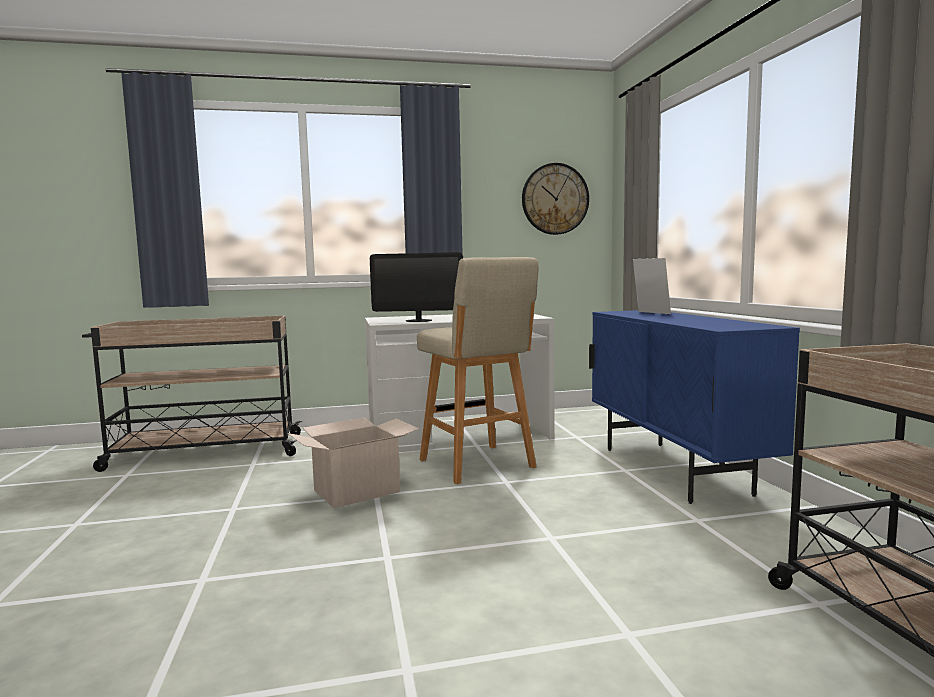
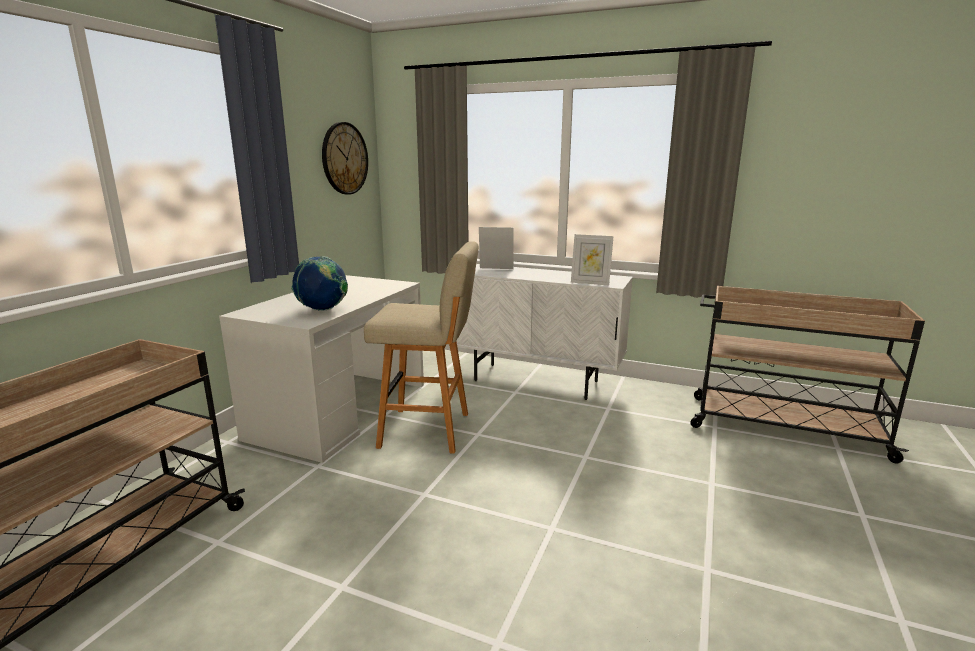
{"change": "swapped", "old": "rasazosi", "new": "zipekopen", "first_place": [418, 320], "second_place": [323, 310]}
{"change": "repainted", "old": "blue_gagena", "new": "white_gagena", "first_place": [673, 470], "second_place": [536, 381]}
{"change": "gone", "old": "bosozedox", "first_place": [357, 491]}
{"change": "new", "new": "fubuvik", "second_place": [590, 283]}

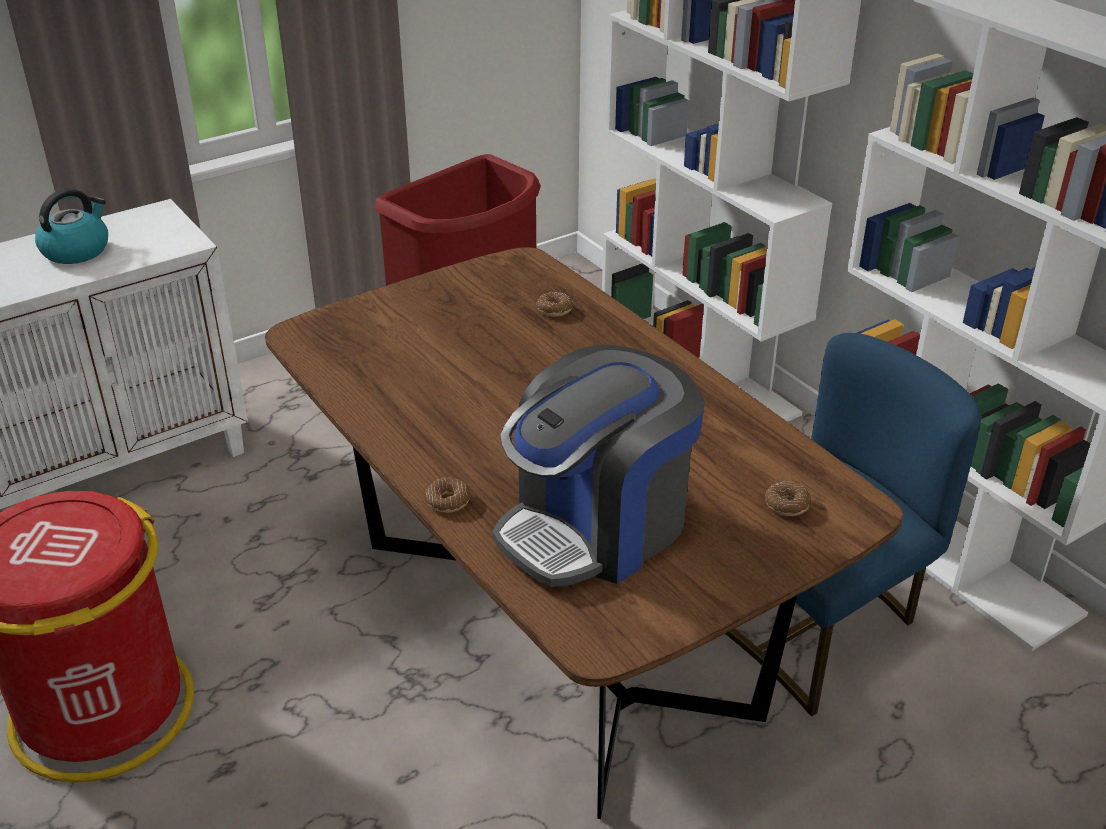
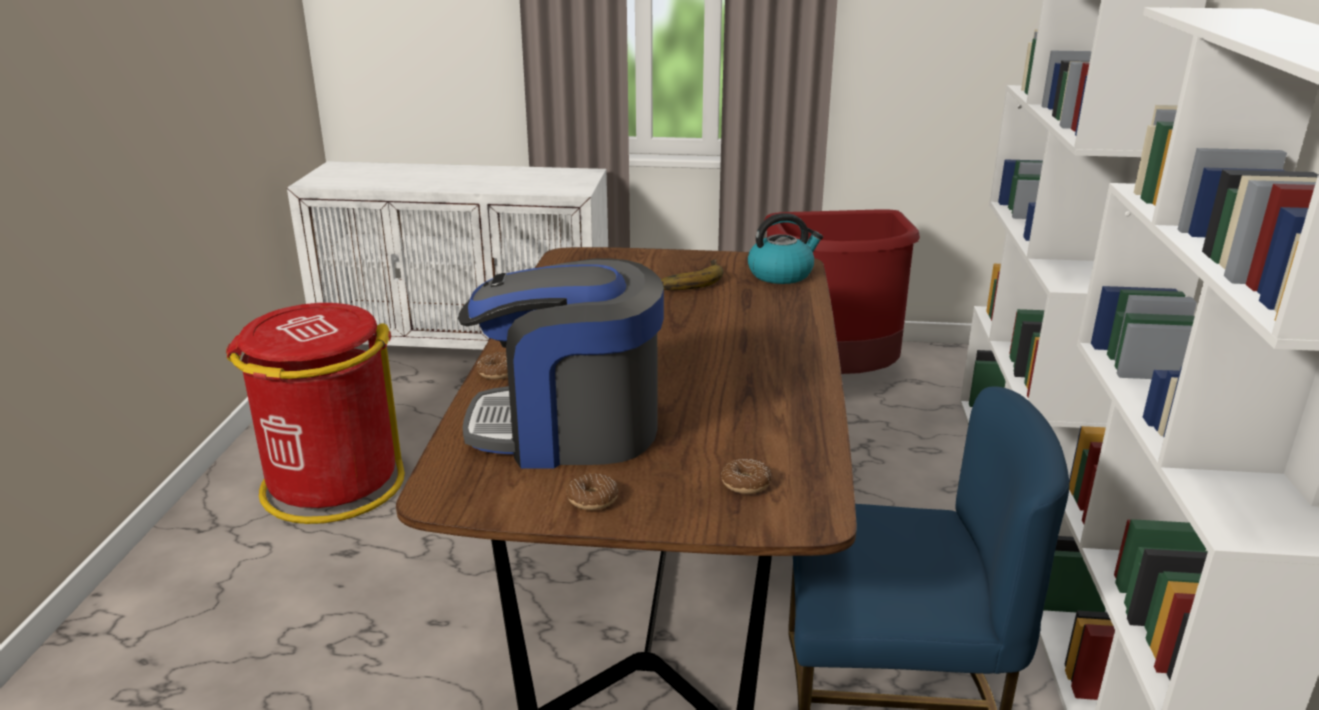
{"change": "shifted", "old": "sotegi", "first_place": [76, 250], "second_place": [781, 274]}
{"change": "shifted", "old": "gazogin", "first_place": [554, 310], "second_place": [592, 499]}
{"change": "new", "new": "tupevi", "second_place": [688, 280]}

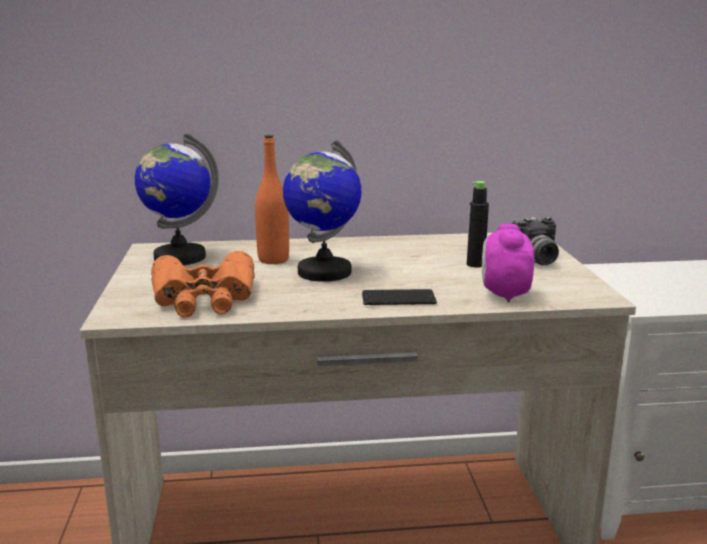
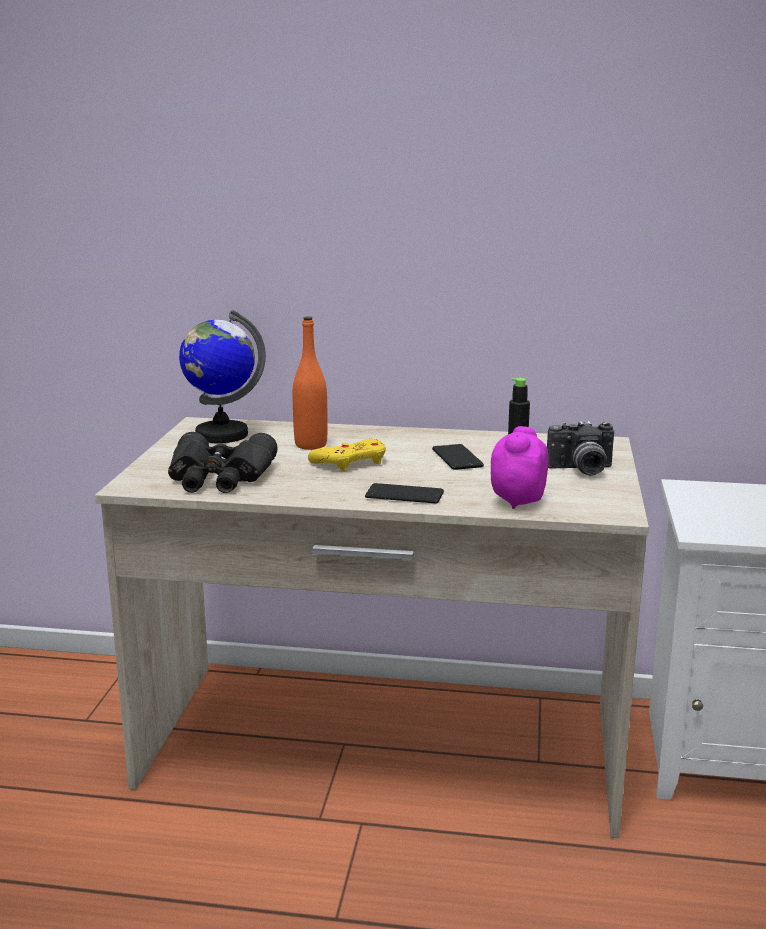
{"change": "swapped", "old": "zipekopen", "new": "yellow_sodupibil", "first_place": [323, 272], "second_place": [351, 462]}
{"change": "repainted", "old": "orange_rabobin", "new": "black_rabobin", "first_place": [204, 298], "second_place": [219, 477]}
{"change": "new", "new": "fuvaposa", "second_place": [457, 458]}

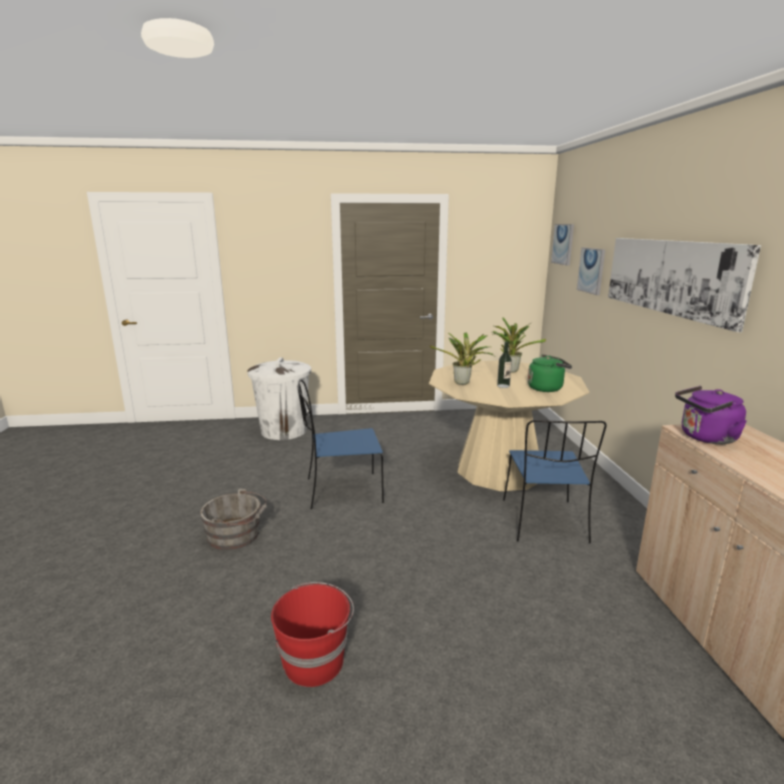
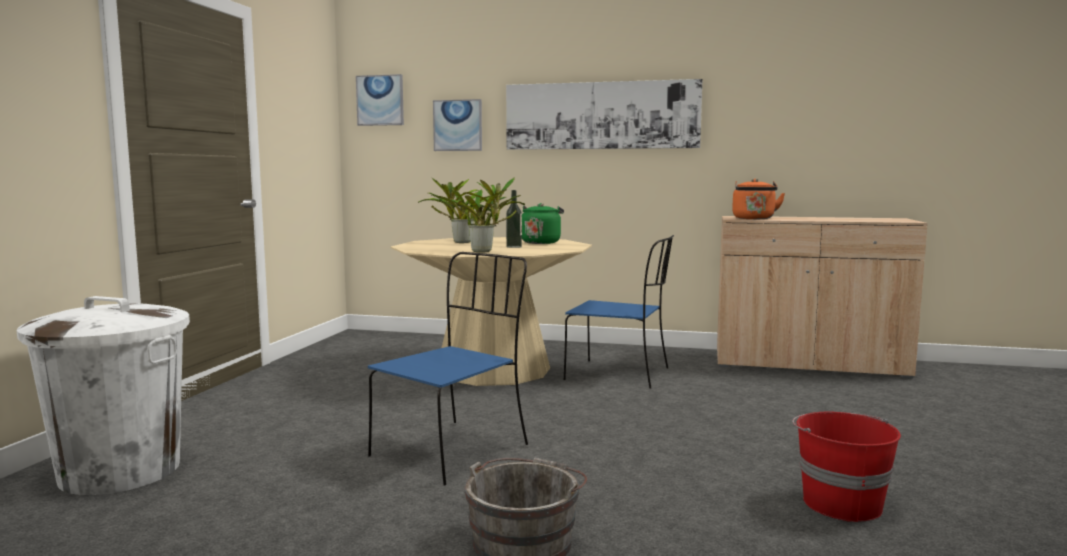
{"change": "rotated", "old": "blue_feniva", "first_place": [341, 491], "second_place": [452, 450], "degrees": -150}
{"change": "repainted", "old": "purple_sotegi", "new": "orange_sotegi", "first_place": [705, 438], "second_place": [754, 219]}

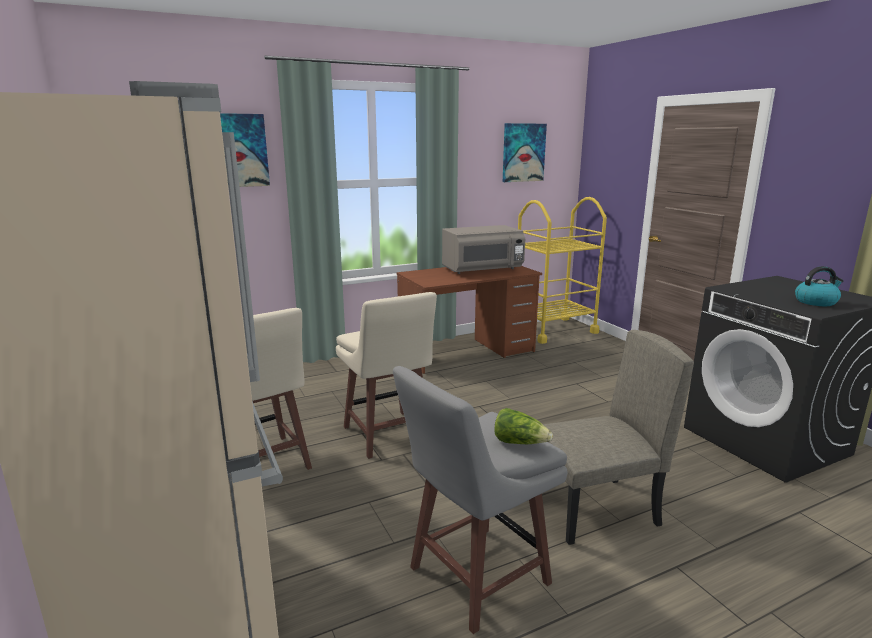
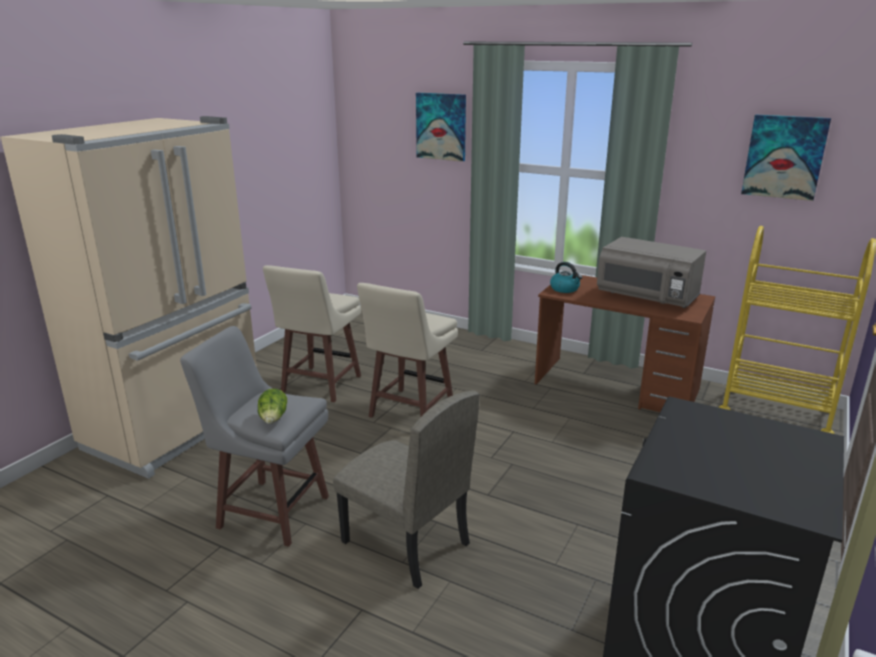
{"change": "shifted", "old": "sotegi", "first_place": [816, 302], "second_place": [565, 289]}

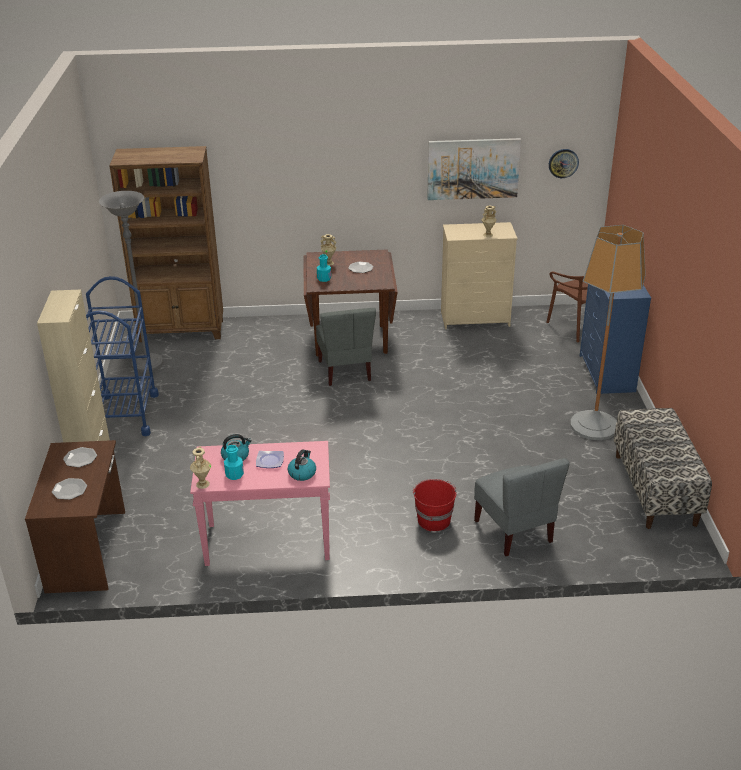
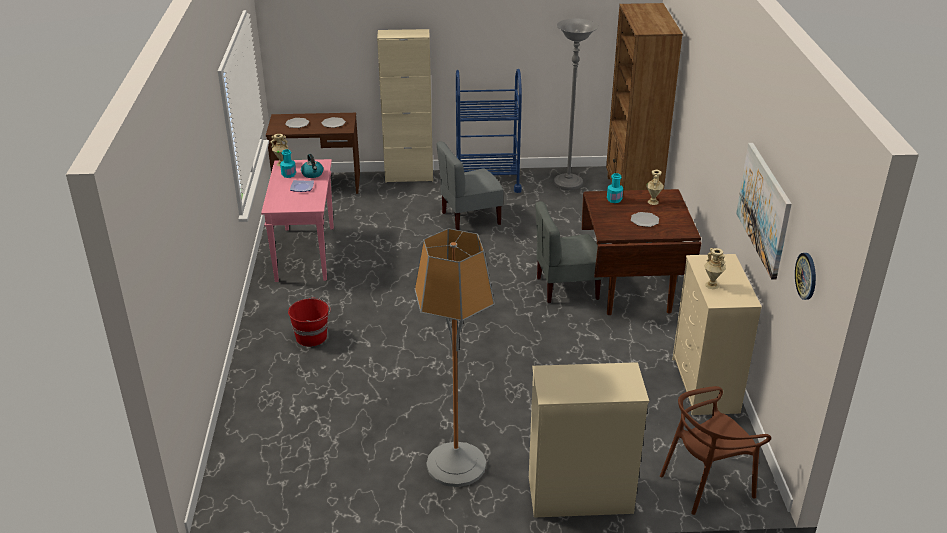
{"change": "repainted", "old": "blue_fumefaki", "new": "beige_fumefaki", "first_place": [607, 373], "second_place": [579, 495]}
{"change": "gone", "old": "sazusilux", "first_place": [655, 489]}
{"change": "gone", "old": "sotegi", "first_place": [302, 473]}
{"change": "shifted", "old": "grey_feniva", "first_place": [514, 531], "second_place": [470, 218]}

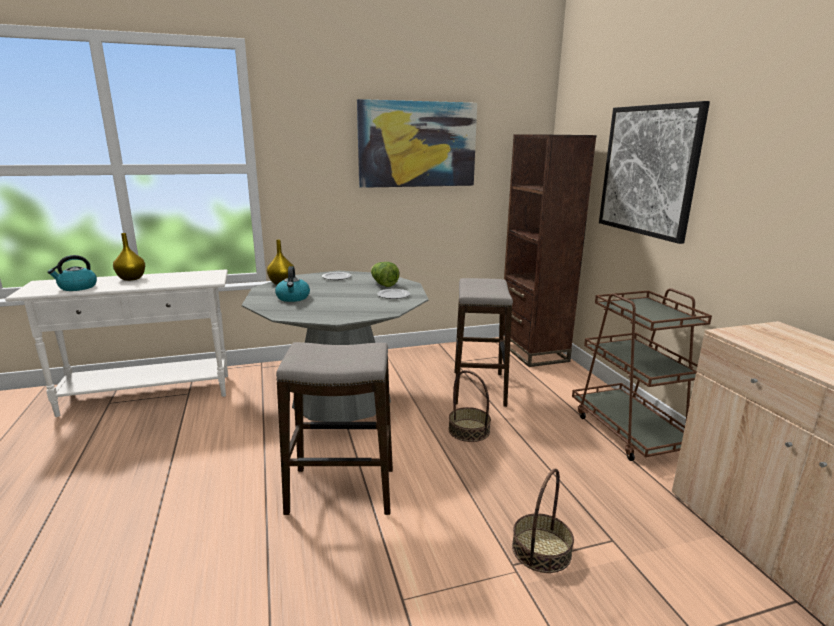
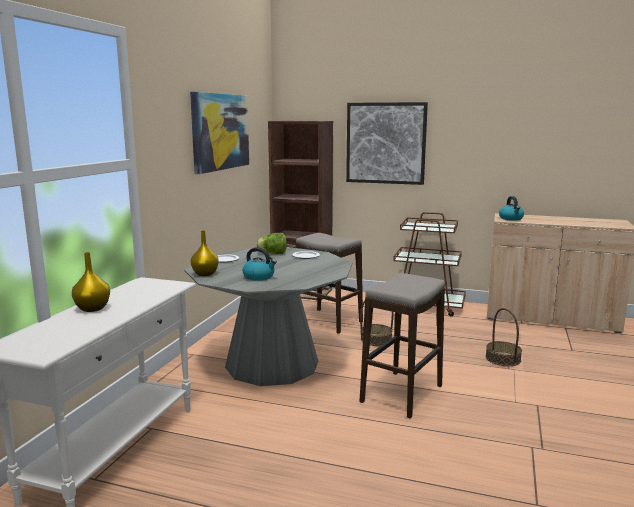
{"change": "shifted", "old": "sotegi", "first_place": [77, 287], "second_place": [511, 219]}

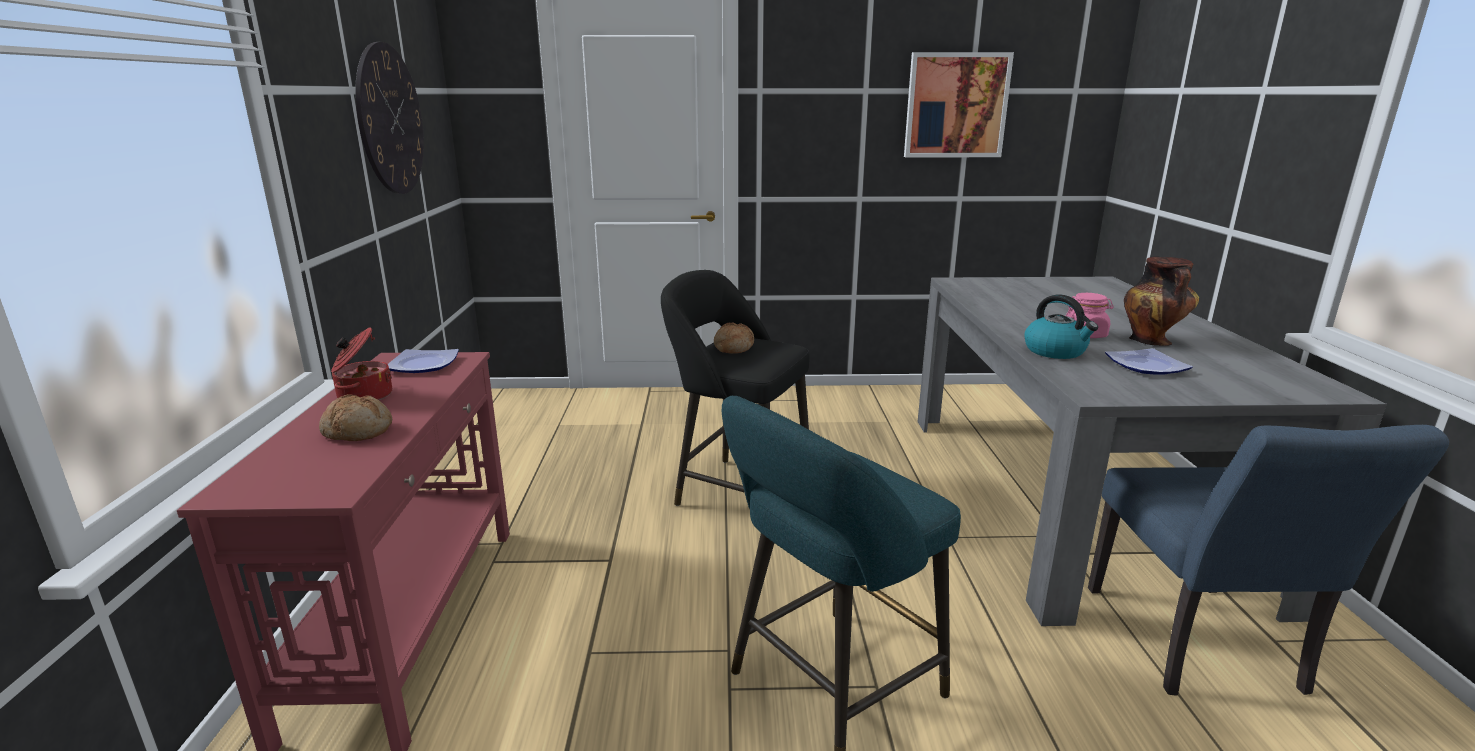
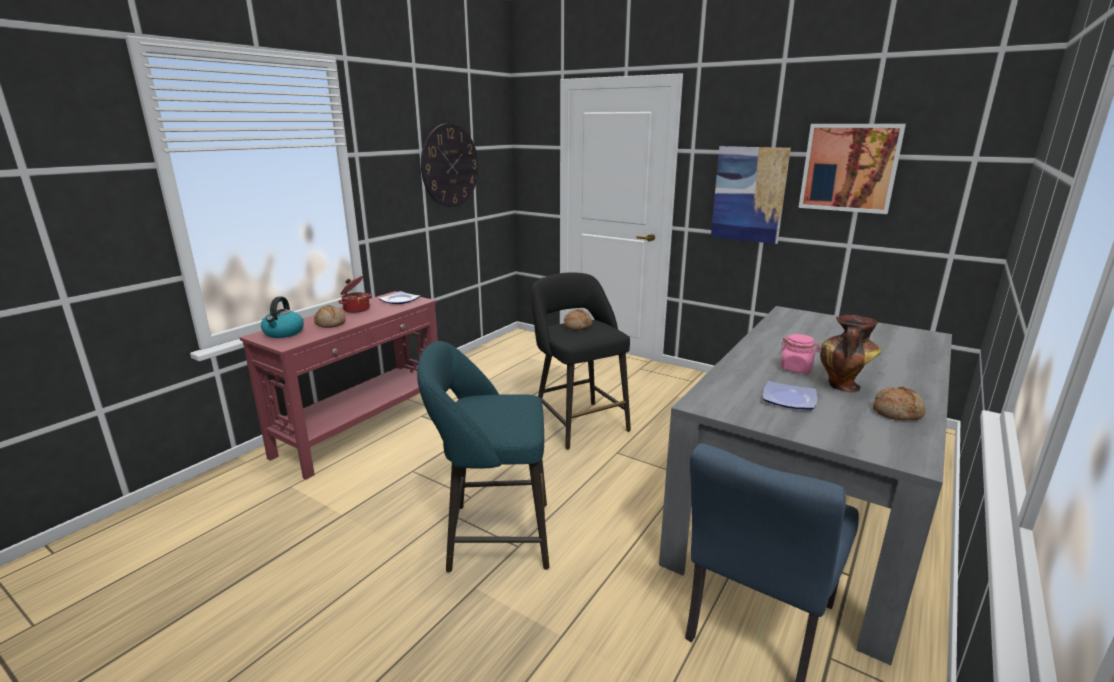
{"change": "shifted", "old": "sotegi", "first_place": [1056, 351], "second_place": [283, 333]}
{"change": "new", "new": "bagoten", "second_place": [749, 194]}
{"change": "new", "new": "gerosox", "second_place": [896, 412]}

